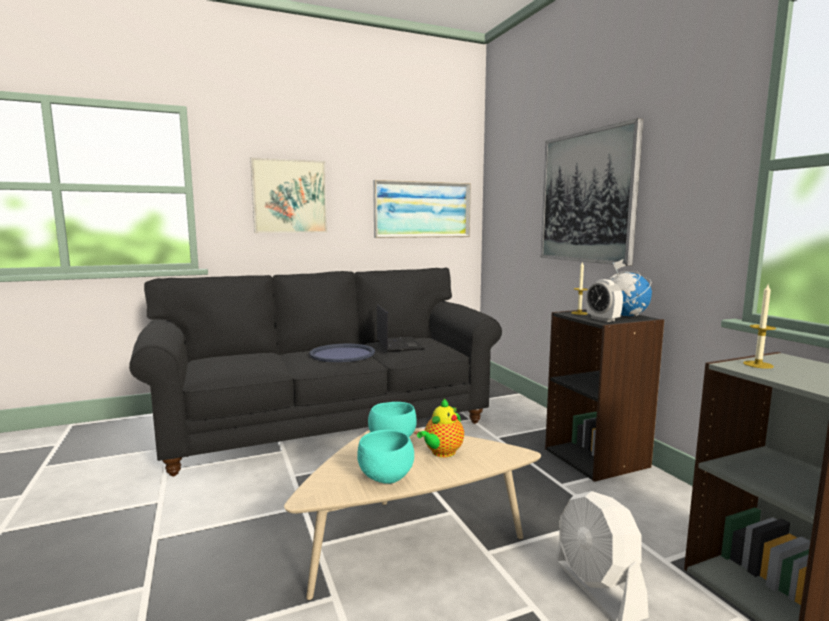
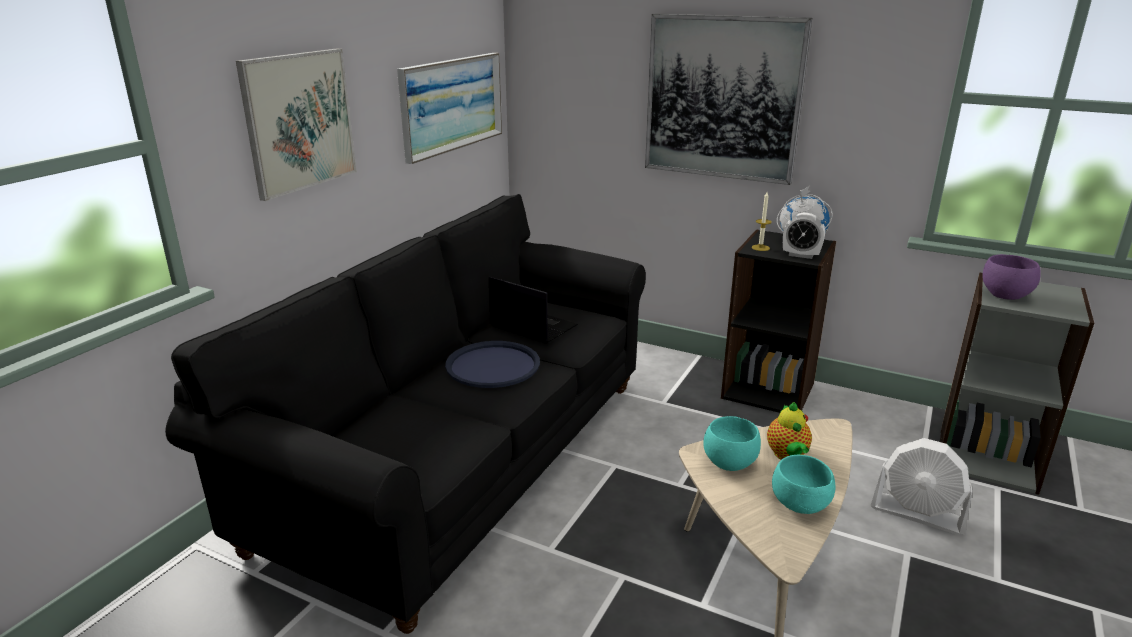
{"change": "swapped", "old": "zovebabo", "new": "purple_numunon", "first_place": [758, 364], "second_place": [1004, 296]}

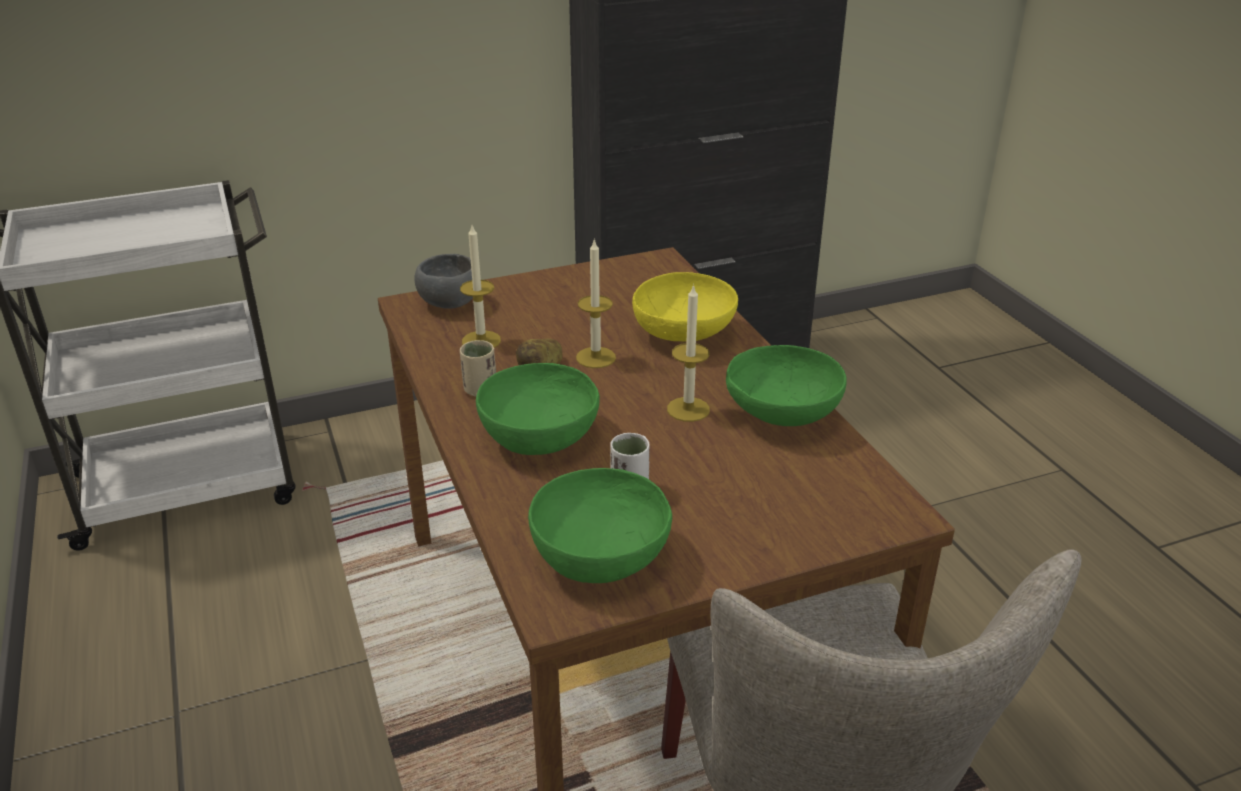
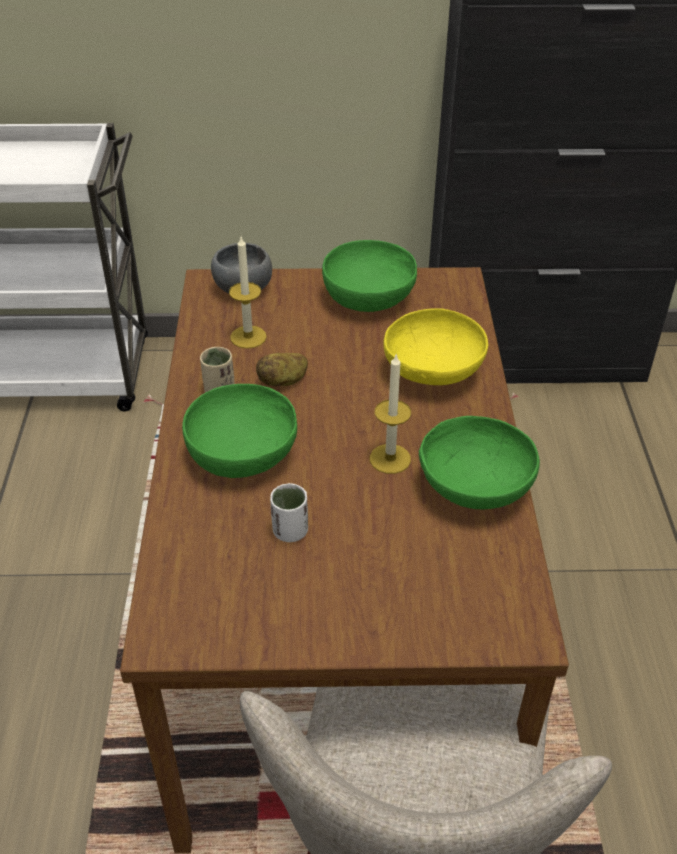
{"change": "gone", "old": "zovebabo", "first_place": [596, 357]}
{"change": "shifted", "old": "green_numunon", "first_place": [600, 555], "second_place": [368, 297]}

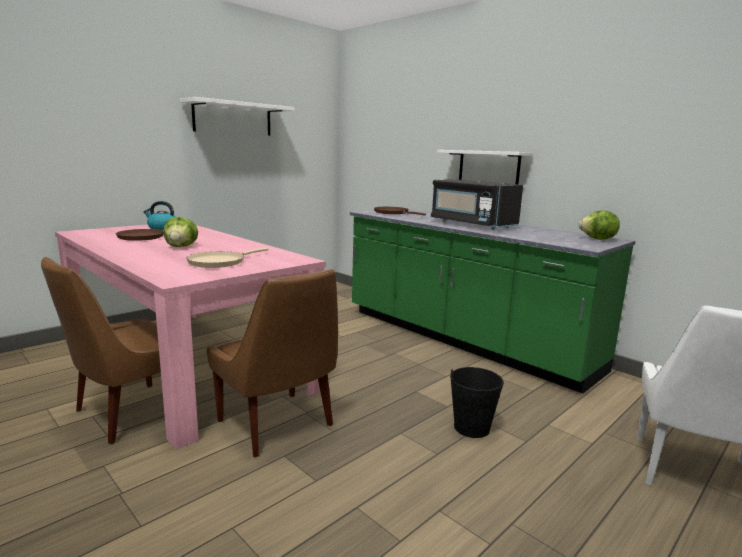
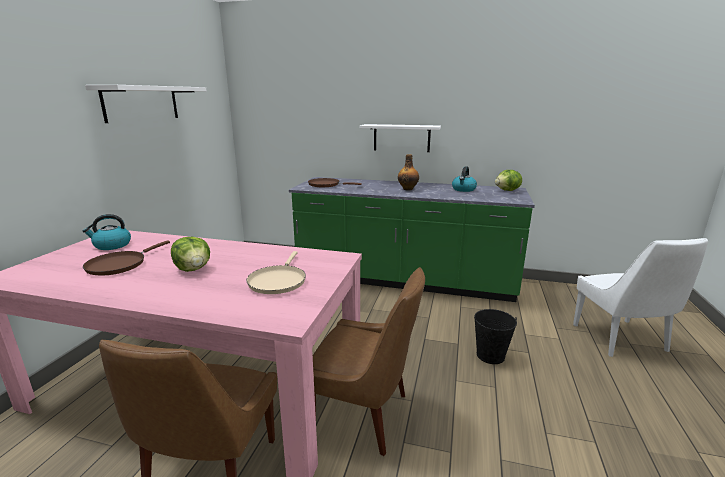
{"change": "swapped", "old": "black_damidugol", "new": "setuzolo", "first_place": [471, 224], "second_place": [408, 189]}
{"change": "new", "new": "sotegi", "second_place": [463, 189]}

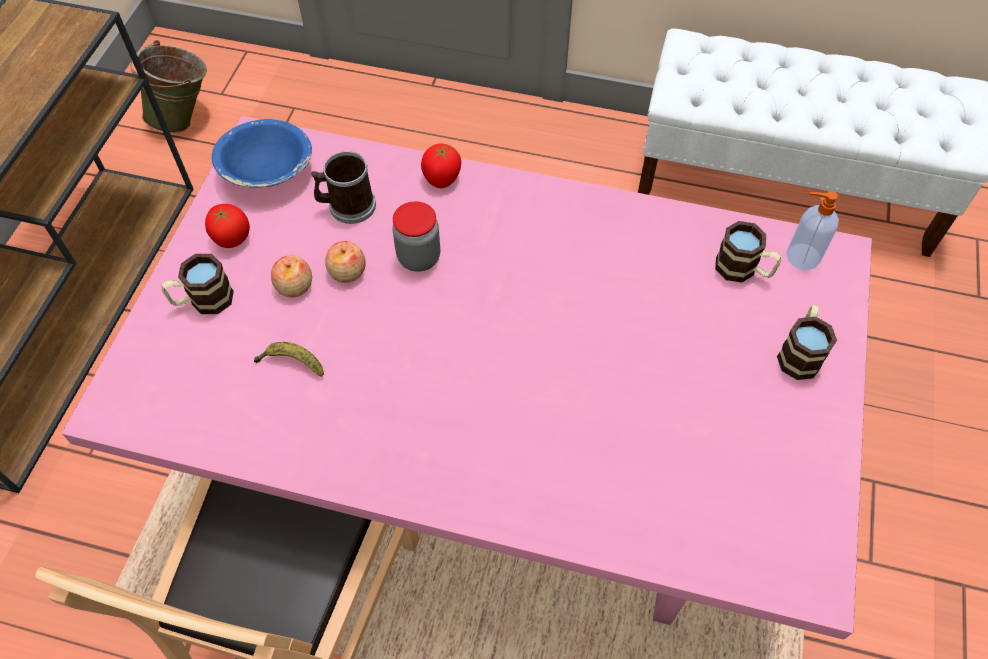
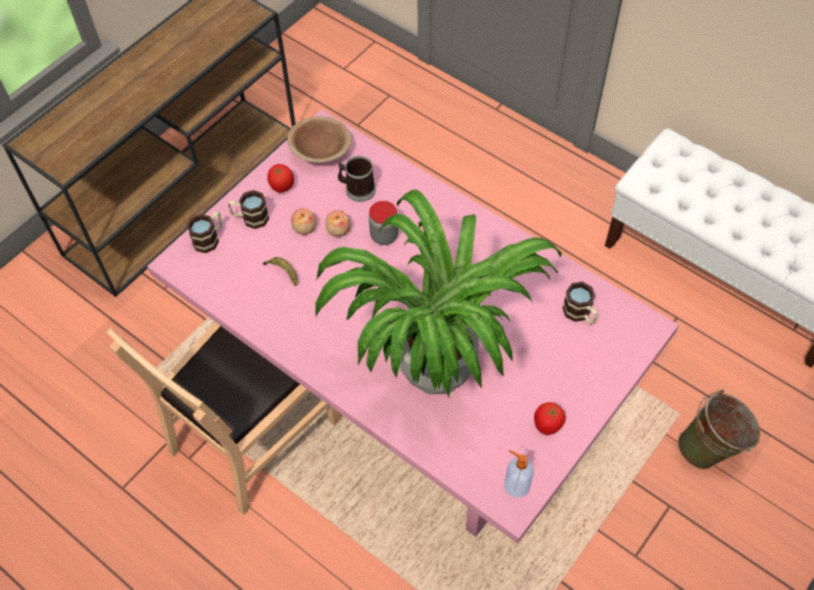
{"change": "shifted", "old": "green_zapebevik", "first_place": [185, 118], "second_place": [710, 450]}
{"change": "repainted", "old": "blue_numunon", "new": "brown_numunon", "first_place": [268, 171], "second_place": [320, 150]}
{"change": "shifted", "old": "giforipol", "first_place": [442, 179], "second_place": [547, 425]}
{"change": "shifted", "old": "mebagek", "first_place": [801, 257], "second_place": [516, 485]}
{"change": "shifted", "old": "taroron", "first_place": [800, 353], "second_place": [210, 238]}
{"change": "new", "new": "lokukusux", "second_place": [435, 367]}

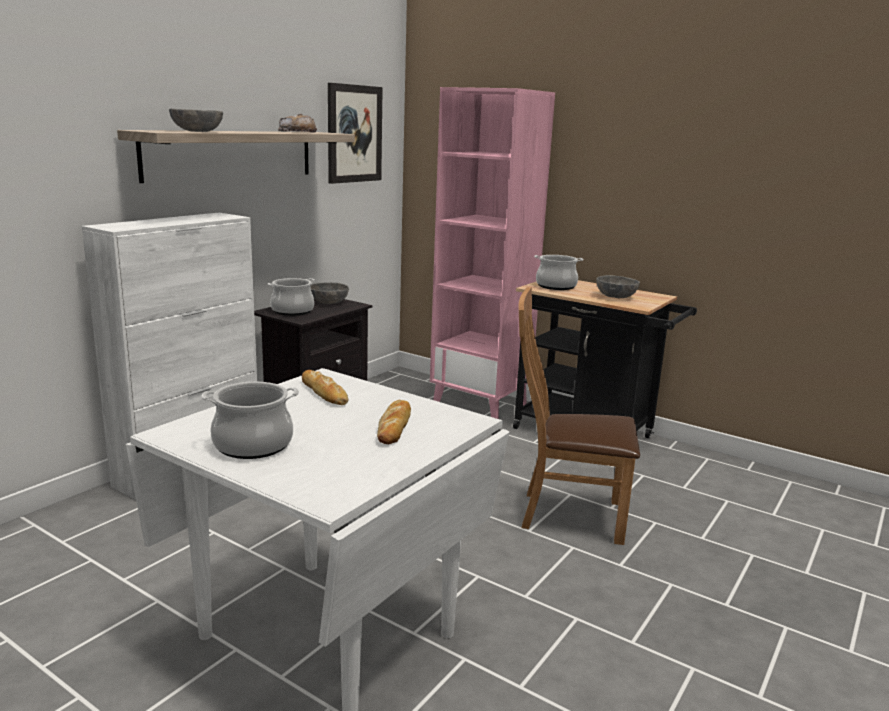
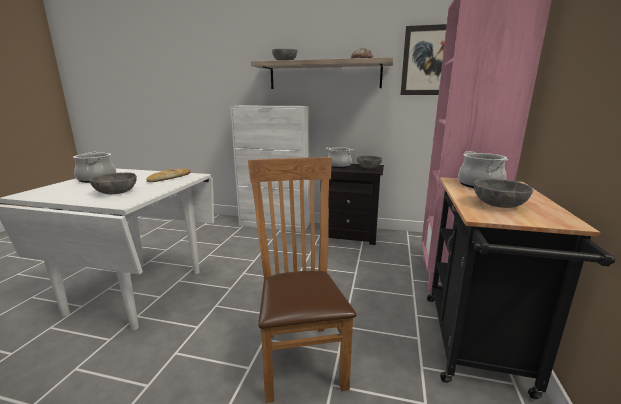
{"change": "swapped", "old": "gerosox", "new": "grey_numunon", "first_place": [394, 426], "second_place": [116, 192]}

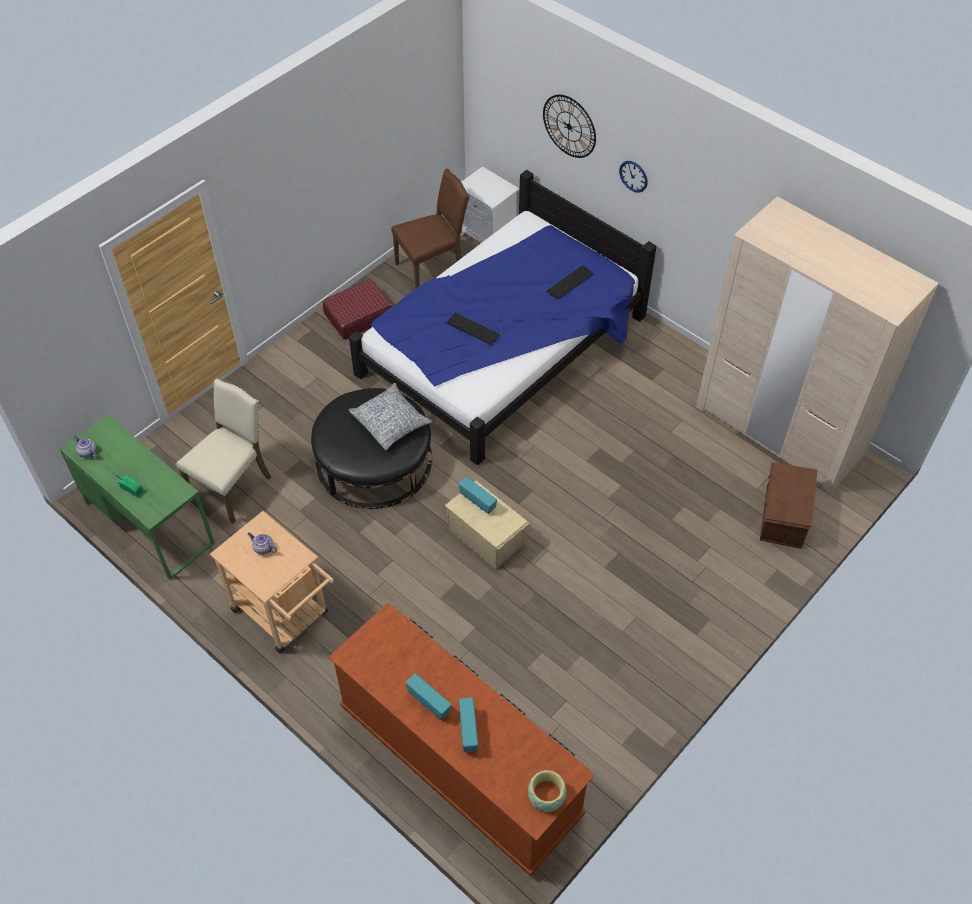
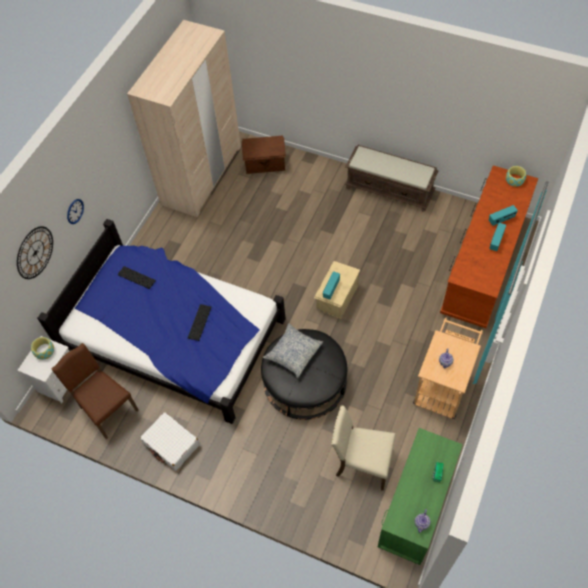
{"change": "repainted", "old": "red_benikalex", "new": "white_benikalex", "first_place": [358, 316], "second_place": [171, 444]}
{"change": "new", "new": "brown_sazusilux", "second_place": [390, 189]}
{"change": "new", "new": "numunon", "second_place": [44, 351]}

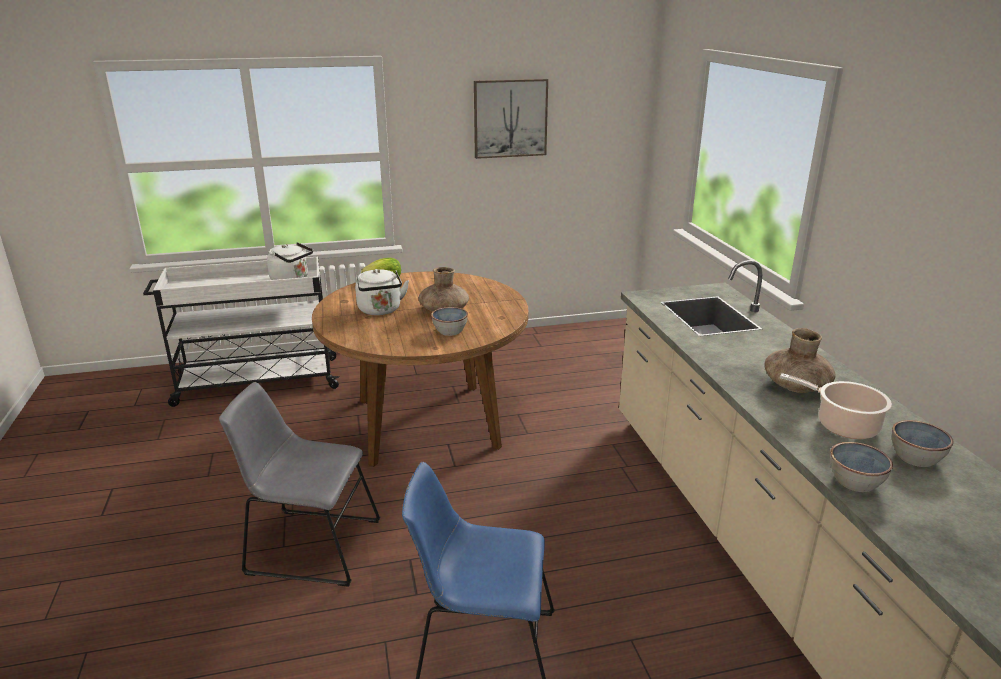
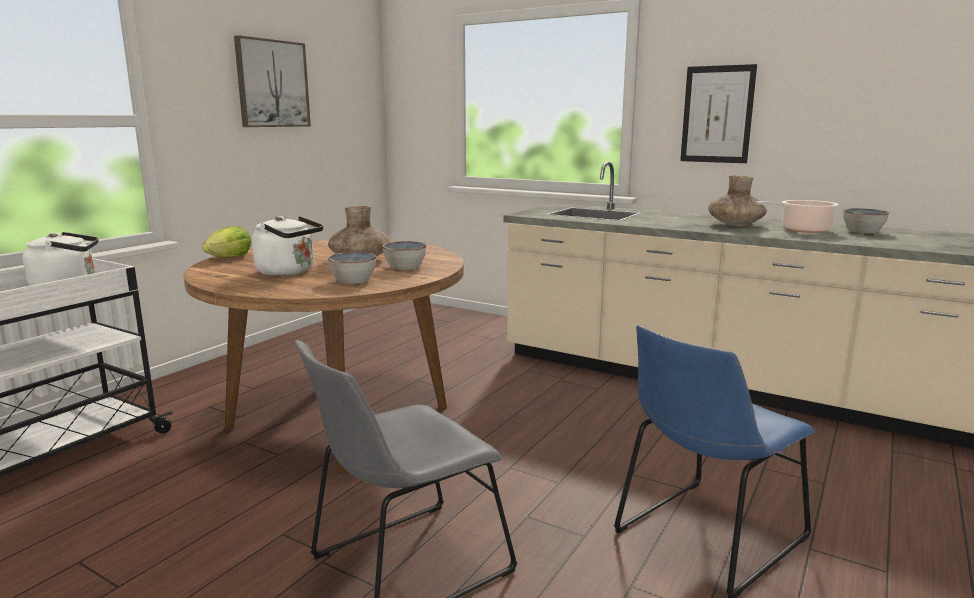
{"change": "shifted", "old": "numunon", "first_place": [854, 481], "second_place": [352, 280]}
{"change": "new", "new": "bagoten", "second_place": [717, 114]}

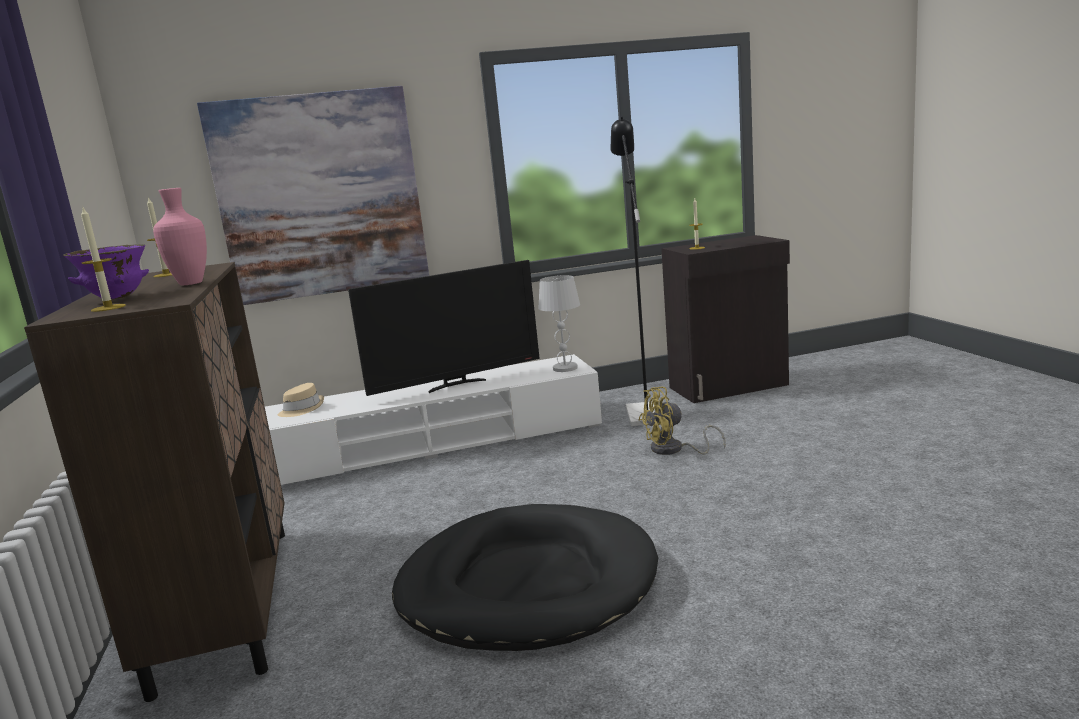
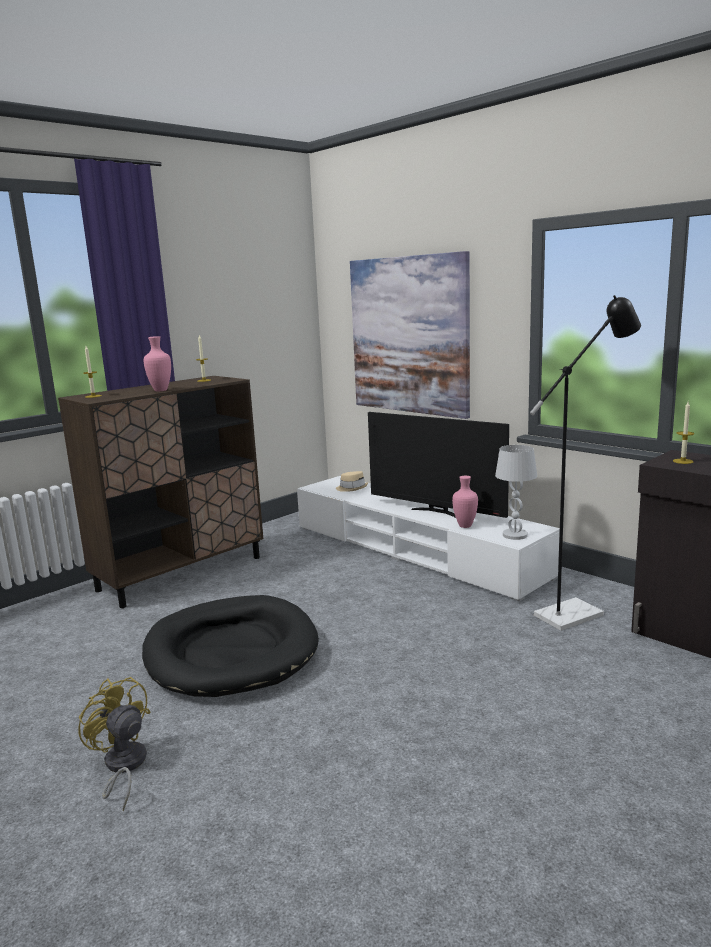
{"change": "gone", "old": "purple_numunon", "first_place": [116, 298]}
{"change": "shifted", "old": "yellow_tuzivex", "first_place": [673, 450], "second_place": [123, 767]}
{"change": "new", "new": "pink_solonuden", "second_place": [465, 526]}

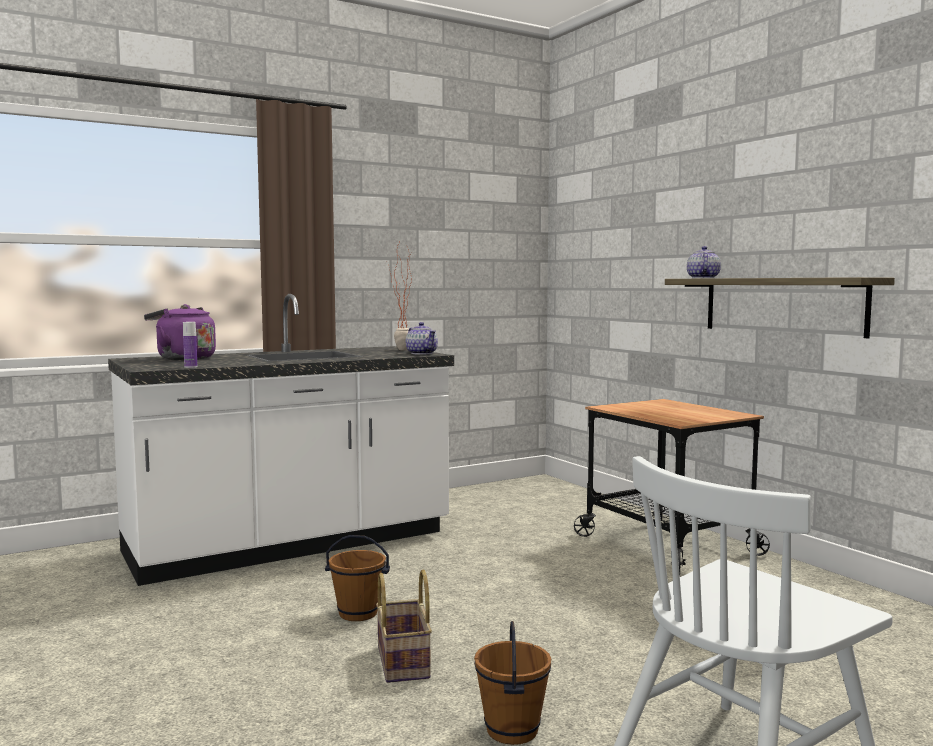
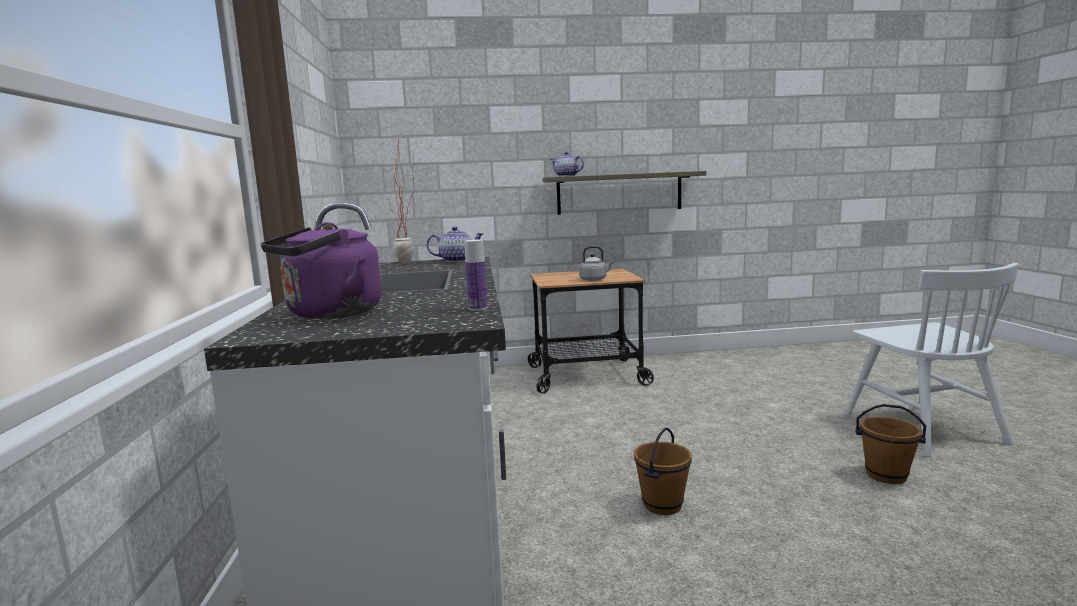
{"change": "gone", "old": "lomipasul", "first_place": [405, 663]}
{"change": "new", "new": "grey_sotegi", "second_place": [594, 279]}

